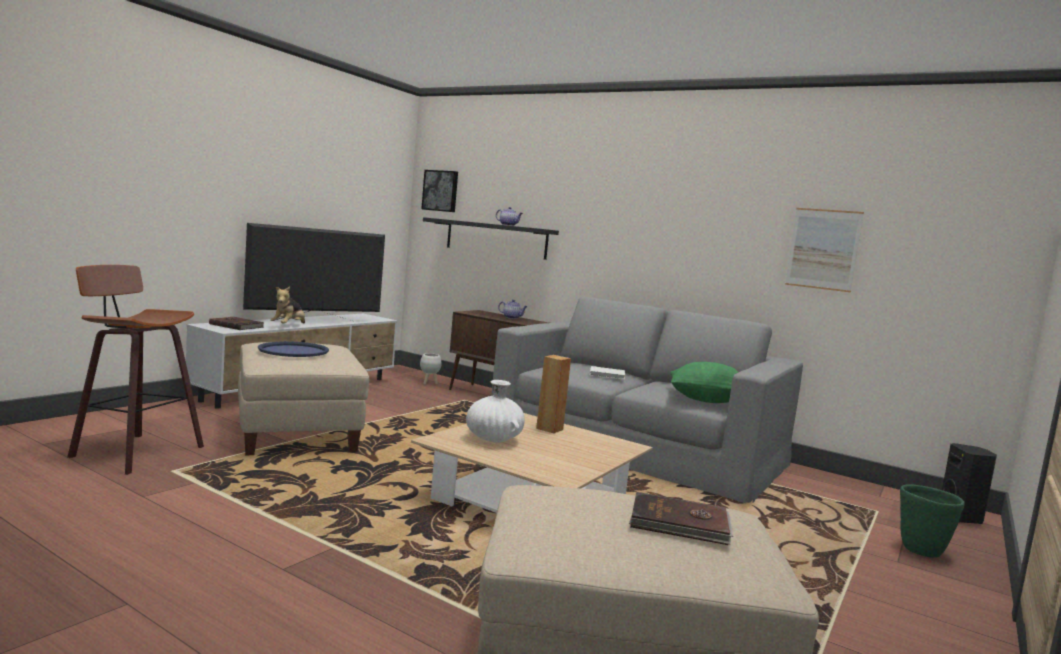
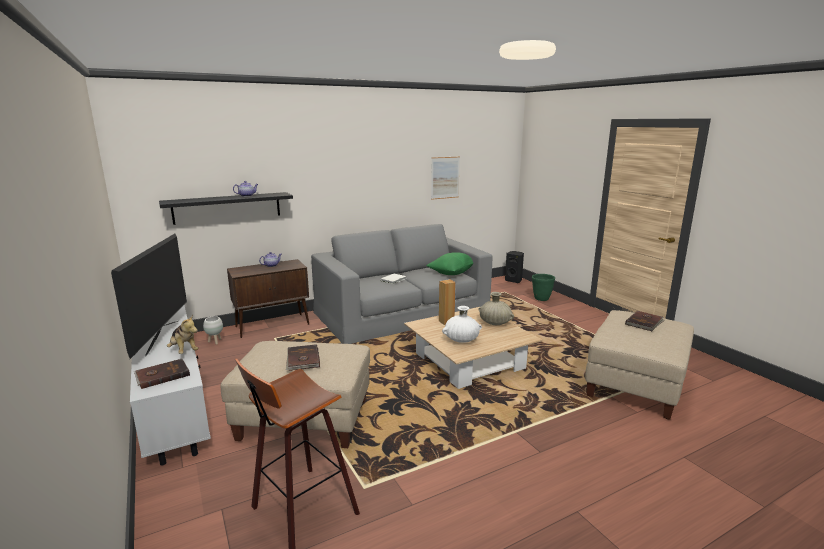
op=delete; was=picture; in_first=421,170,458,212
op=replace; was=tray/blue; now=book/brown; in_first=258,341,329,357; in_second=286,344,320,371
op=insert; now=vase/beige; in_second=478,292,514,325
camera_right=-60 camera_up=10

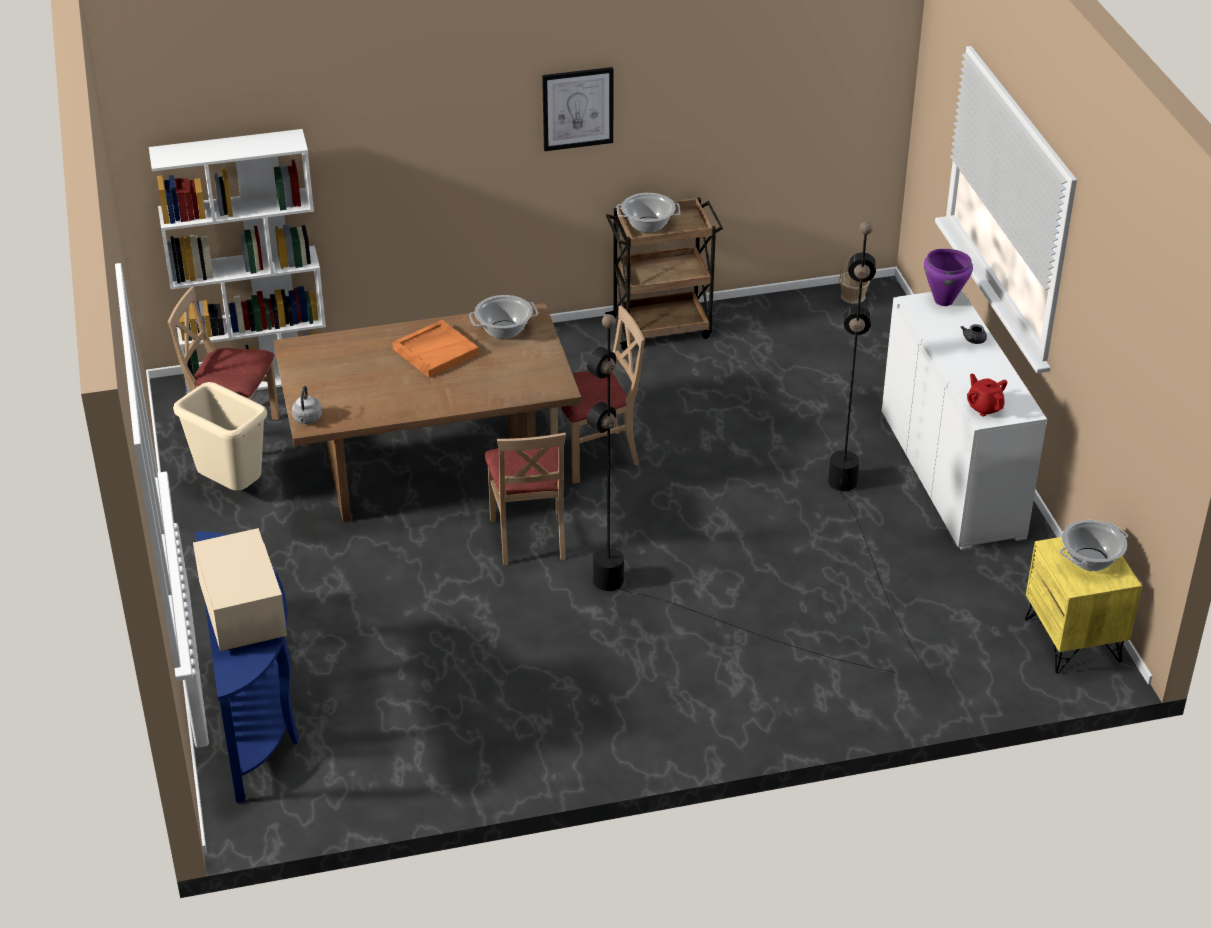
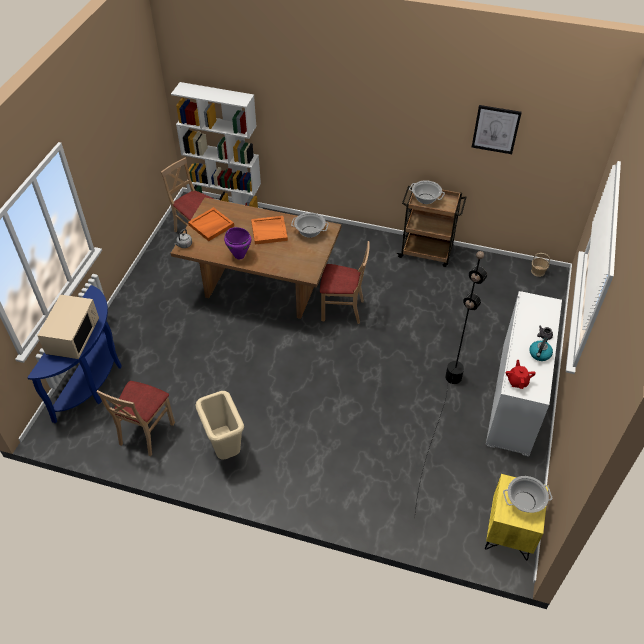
op=move; was=picture; in_first=542,67,614,151; in_second=472,105,522,154
op=move; was=cooking pot/purple; in_first=924,249,973,306; in_second=224,227,251,259
op=delete; was=floor lamp/black; in_first=587,314,896,673
op=move; was=trash can/beige; in_first=173,382,267,491; in_second=196,391,244,460
op=move; was=chair/beige; in_first=485,433,566,565; in_second=96,381,175,456
op=insert; now=tray/orange; in_second=188,207,234,241
op=insert; now=kettle; in_second=529,337,553,361
camera_right=30 camera_up=10

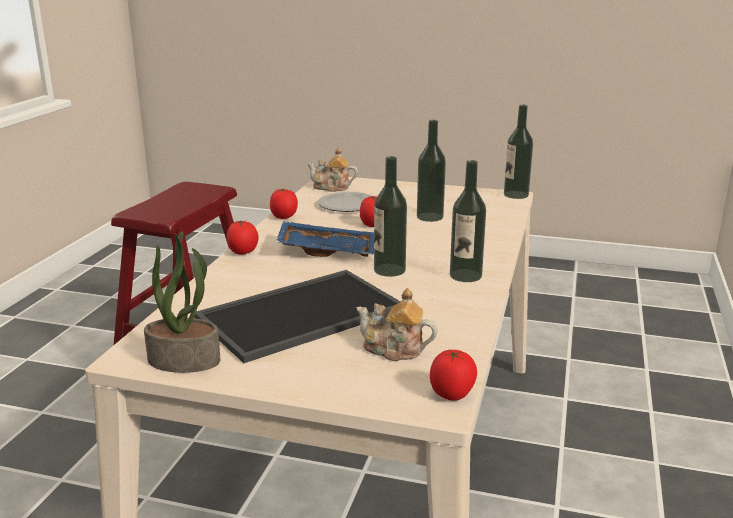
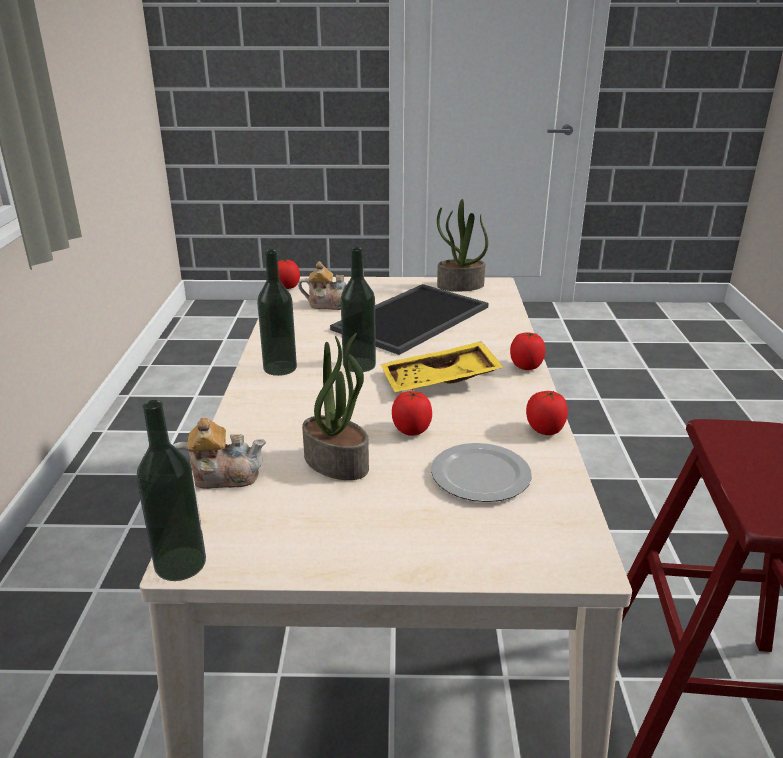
op=replace; was=bottle; now=potted plant; in_first=417,120,446,222; in_second=302,333,369,480
op=move; was=teapot; in_first=307,148,358,192; in_second=173,418,266,489
op=recolor; was=tray/blue; now=tray/yellow; in_first=276,221,374,257; in_second=380,341,504,392
camera_right=165 camera_up=5

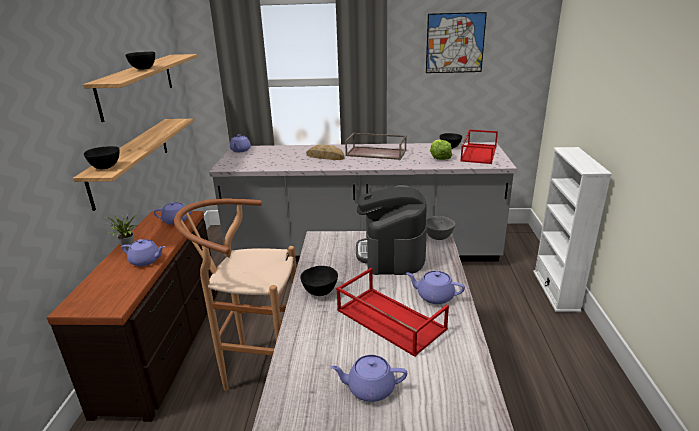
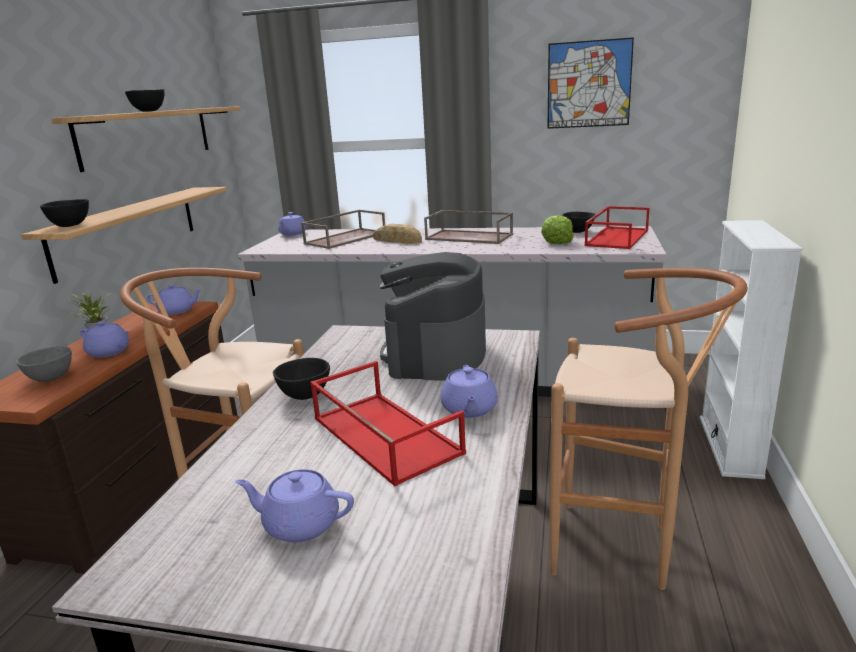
op=move; was=bowl/grey; in_first=426,216,455,240; in_second=16,346,72,382
op=rotate; was=teapot/purple; in_first=406,271,465,304; in_second=440,365,498,418; clockwise=-120
op=insert; now=tray/brown; in_second=301,210,385,249
op=insert; now=stool/brown; in_second=550,268,748,590
camera_right=10 camera_up=-5

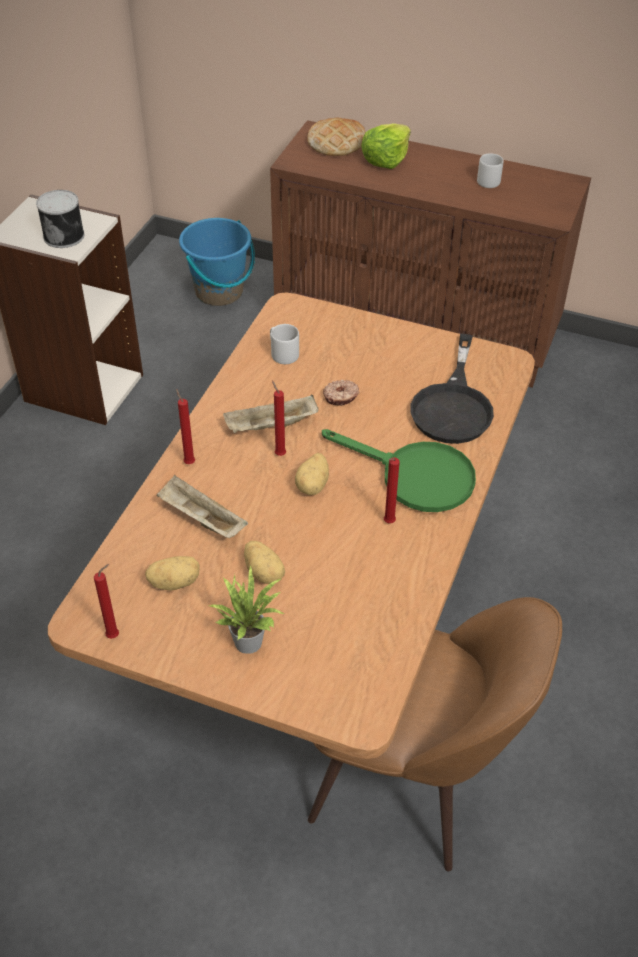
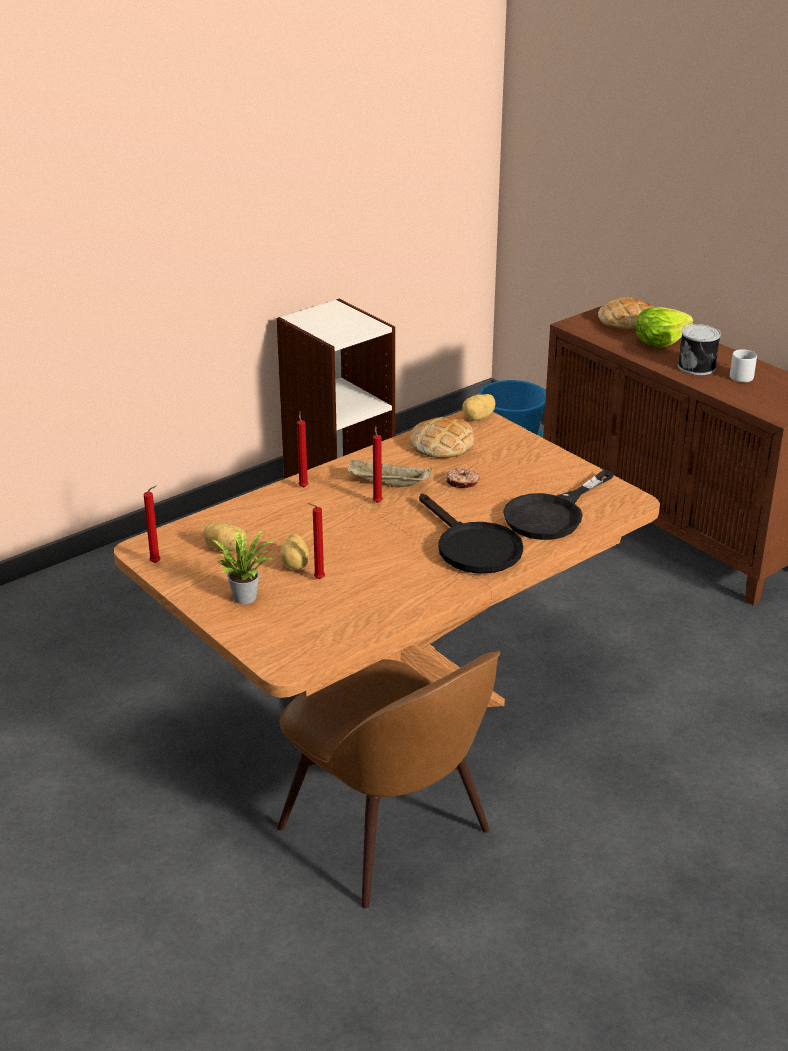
op=move; was=can; in_first=36,190,84,248; in_second=678,324,721,375
op=replace; was=mug/grey; now=bread; in_first=270,324,299,364; in_second=409,417,475,458
op=recolor; was=frying pan/green; now=frying pan/black; in_first=322,429,476,512; in_second=419,494,523,574
op=move; was=potato; in_first=295,453,329,495; in_second=462,394,495,421
op=move; was=candle/red; in_first=384,457,400,523; in_second=308,503,325,579
op=delete; was=tray/beige; in_first=156,475,248,538
camera_right=30 camera_up=-15

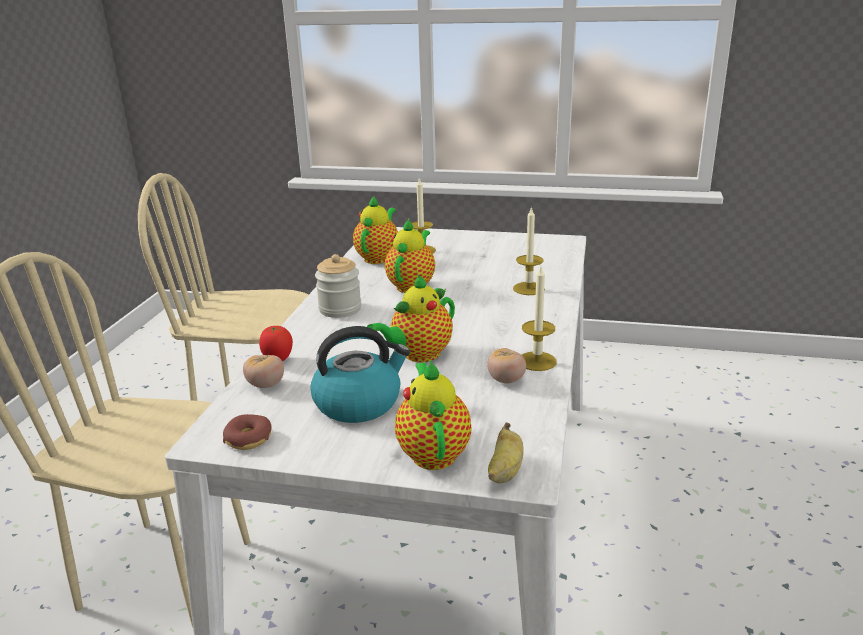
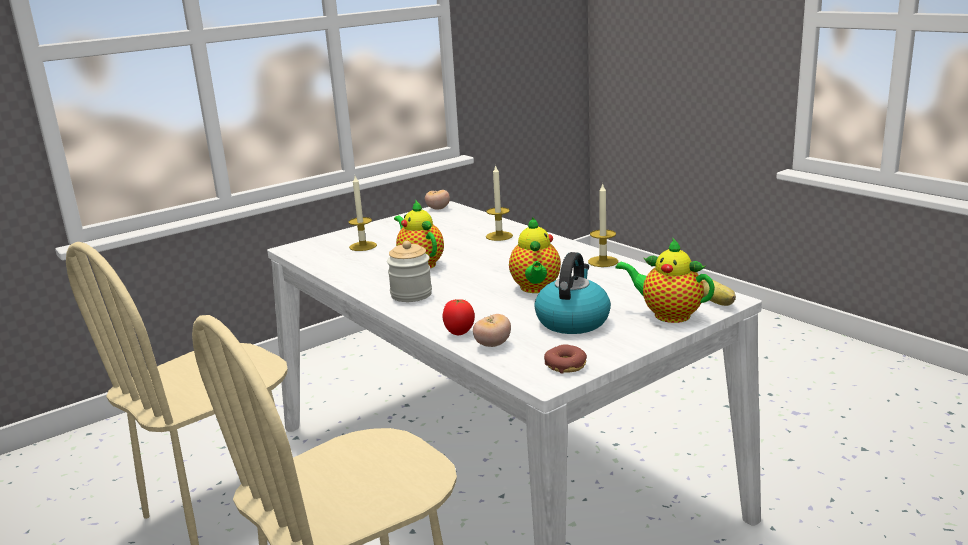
op=delete; was=teapot; in_first=353,196,398,264
op=move; was=tomato; in_first=487,348,526,383; in_second=425,190,450,210
camera_right=-50 camera_up=-5

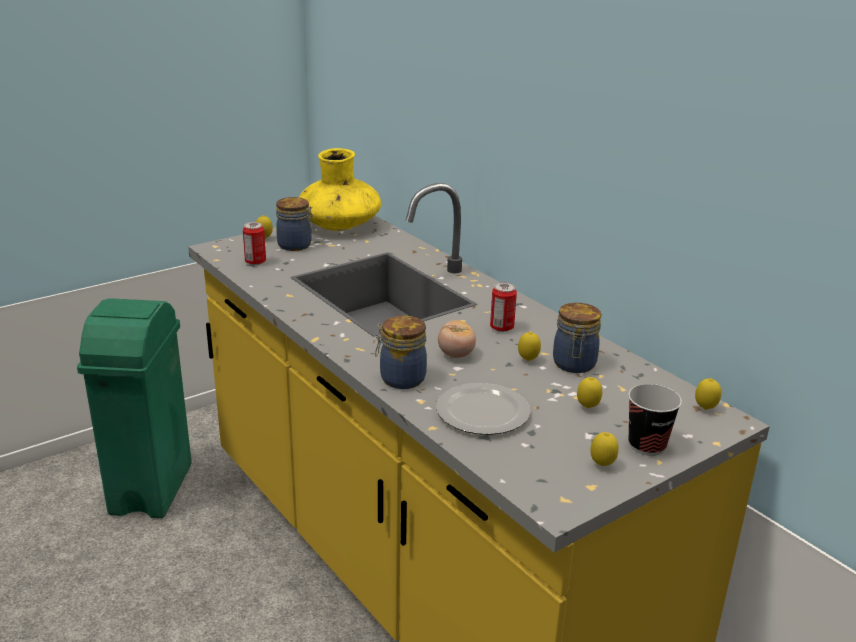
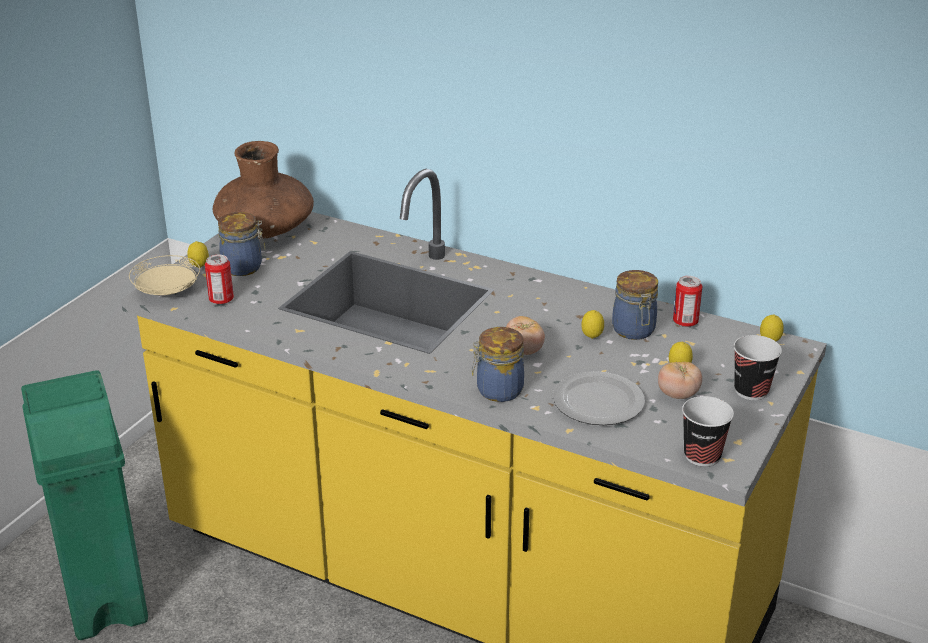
op=recolor; was=vase/yellow; now=vase/brown; in_first=299,148,381,231; in_second=212,141,314,239
op=move; was=can; in_first=490,283,517,332; in_second=673,276,702,327
op=delete; was=lemon; in_first=591,432,619,466
op=insert; now=plate/beige; in_second=129,255,200,296
op=insert; now=tomato; in_second=658,361,702,399
op=insert; now=cup; in_second=682,396,734,467
camera_right=-25 camera_up=5

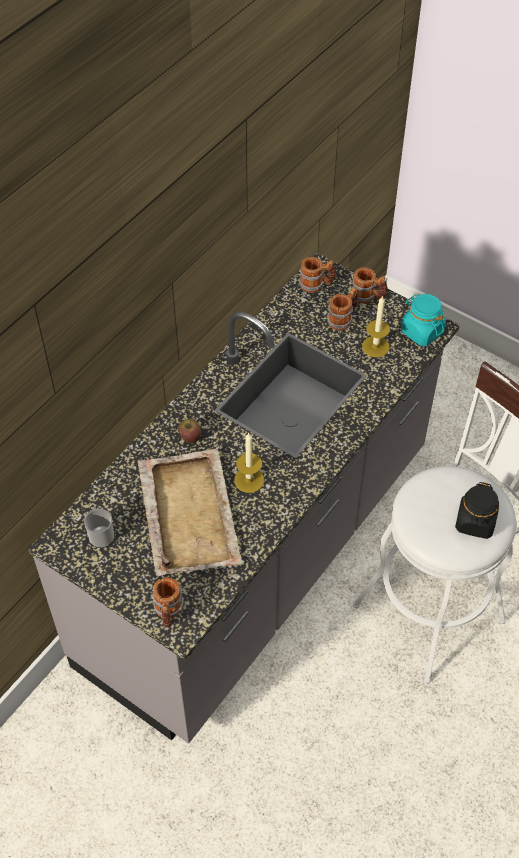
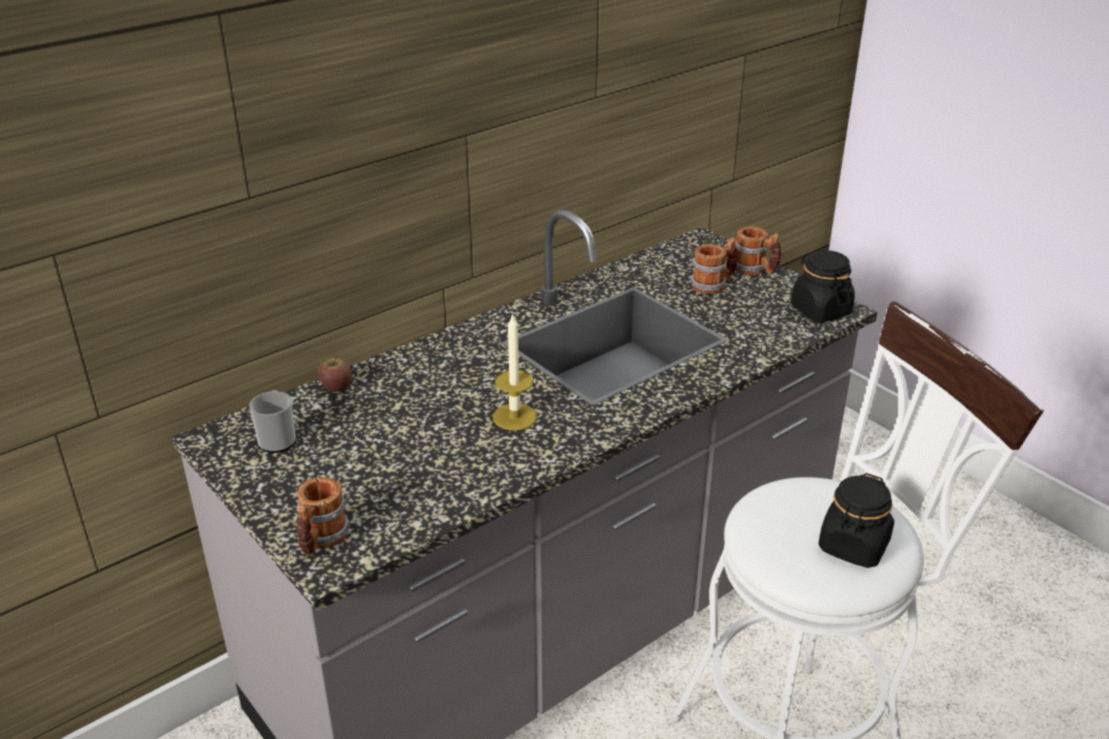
op=delete; was=mug; in_first=298,257,336,293
op=recolor; was=jar/turquoise; now=jar/black; in_first=401,294,445,346; in_second=791,250,855,322
op=delete; was=candle; in_first=362,295,390,357
op=move; was=apple; in_first=179,419,201,443; in_second=318,355,351,392
op=delete; was=tray/beige; in_first=137,449,244,576
camera_right=15 camera_up=-20

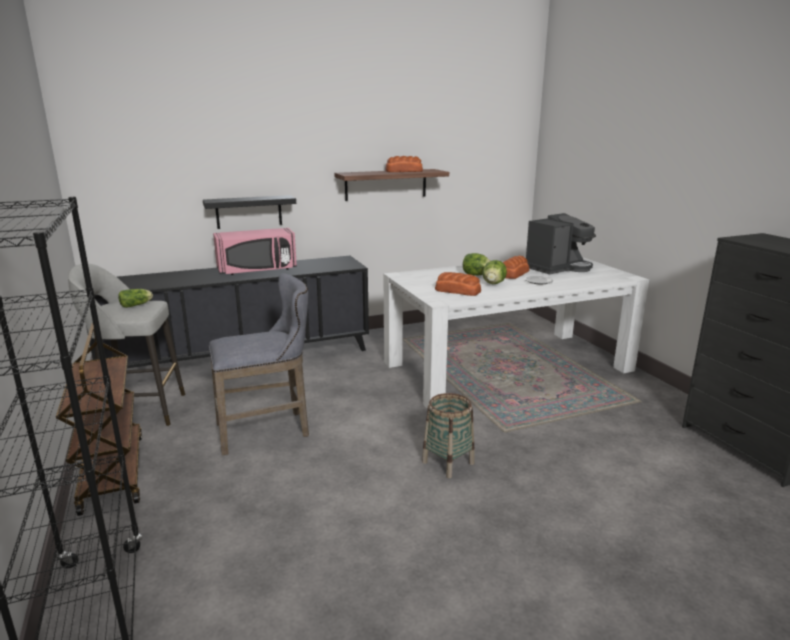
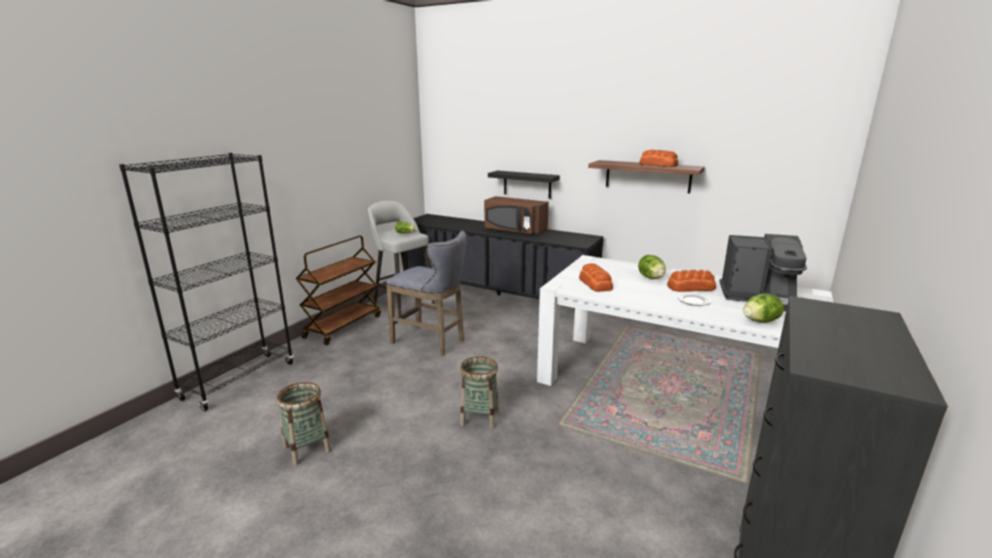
op=recolor; was=microwave/pink; now=microwave/brown; in_first=213,228,297,275; in_second=484,196,549,235
op=move; was=lettuce; in_first=482,260,507,284; in_second=743,293,784,323
op=insert; now=basket; in_second=277,382,331,466
camera_right=50 camera_up=0

